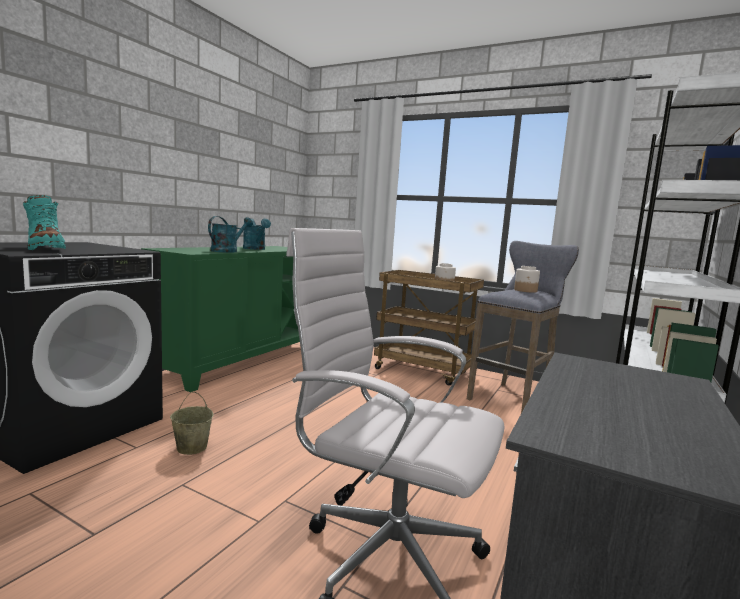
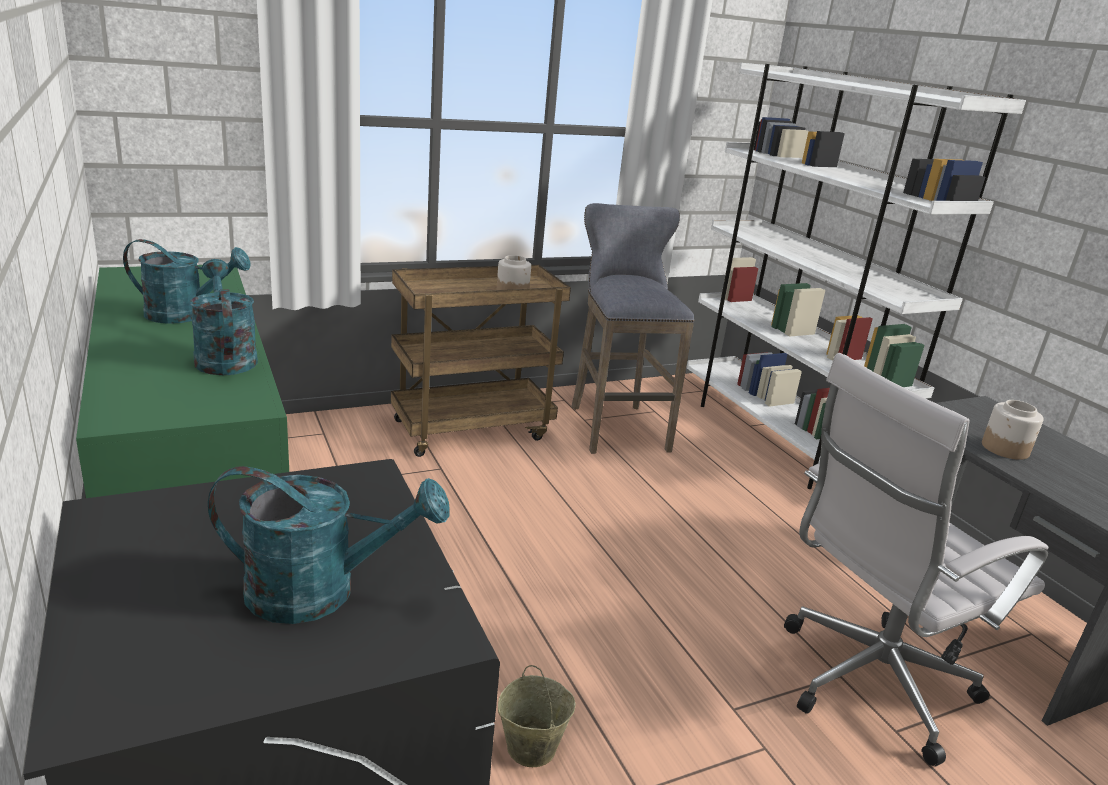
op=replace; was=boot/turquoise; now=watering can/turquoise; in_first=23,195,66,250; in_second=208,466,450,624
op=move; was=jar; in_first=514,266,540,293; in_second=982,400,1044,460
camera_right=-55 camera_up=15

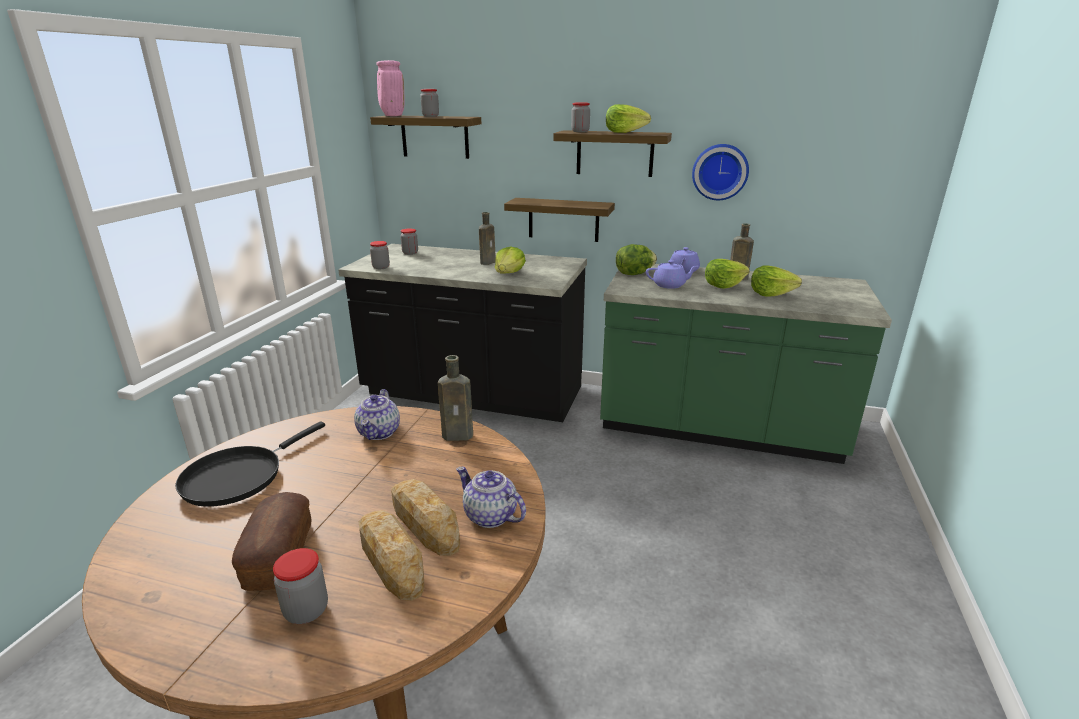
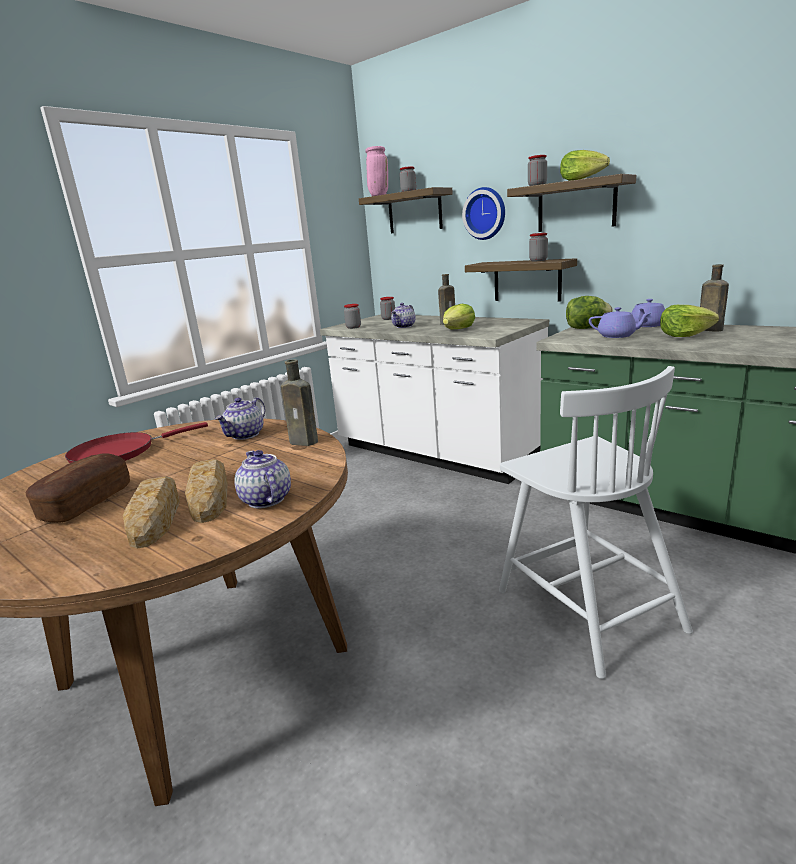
op=move; was=wall clock; in_first=692,144,749,200; in_second=462,187,505,240
op=recolor; was=counter/black; now=counter/white; in_first=338,244,587,422; in_second=320,314,549,484
op=delete; was=lettuce; in_first=751,265,802,297
op=recolor; was=frying pan/black; now=frying pan/red; in_first=175,421,325,507; in_second=65,422,208,463
op=move; was=jar; in_first=273,548,328,624; in_second=529,233,548,261
op=insert; now=teapot; in_second=391,303,416,328
op=insert; now=chair/white; in_second=499,366,693,679
camera_right=25 camera_up=-5

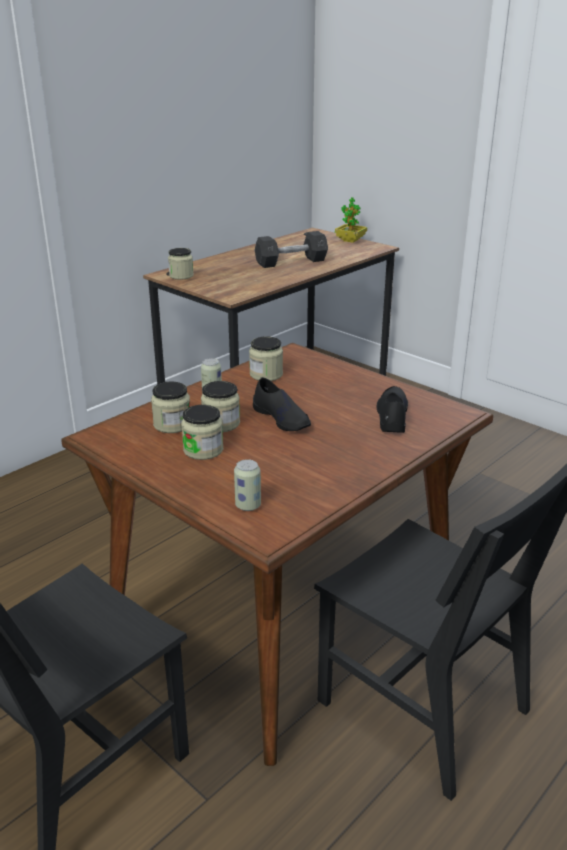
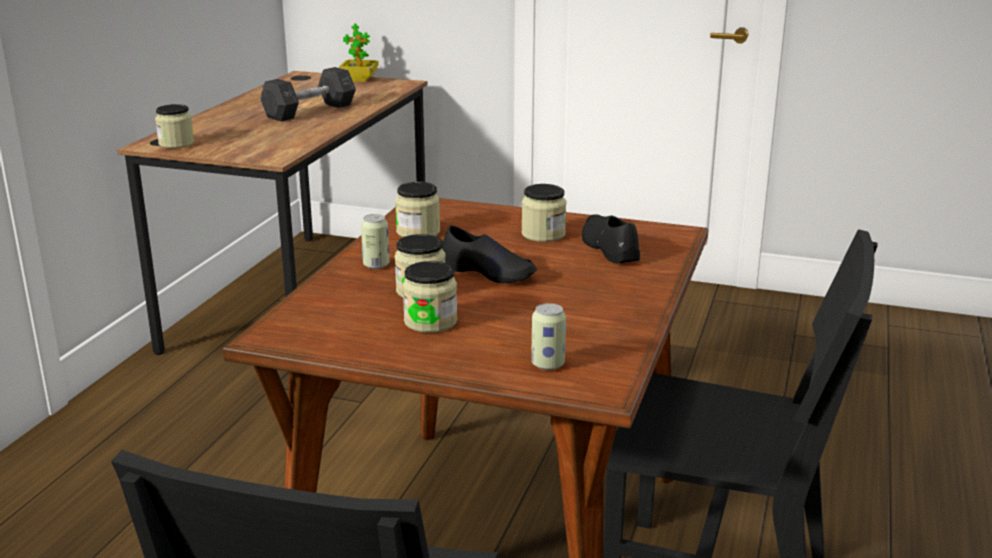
op=move; was=jar; in_first=151,381,190,433; in_second=521,184,566,242
camera_right=-25 camera_up=-5

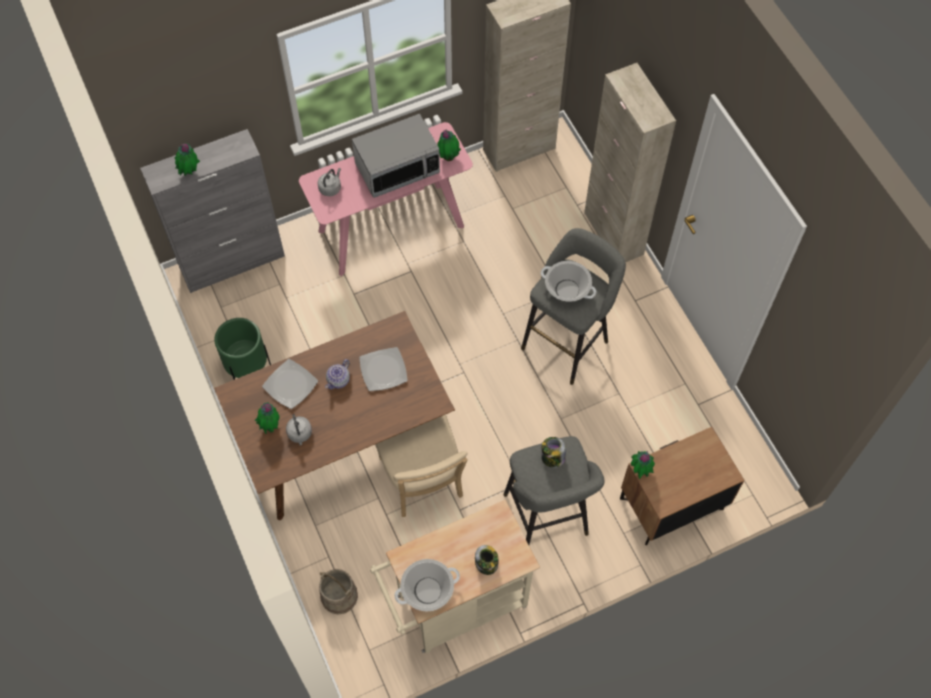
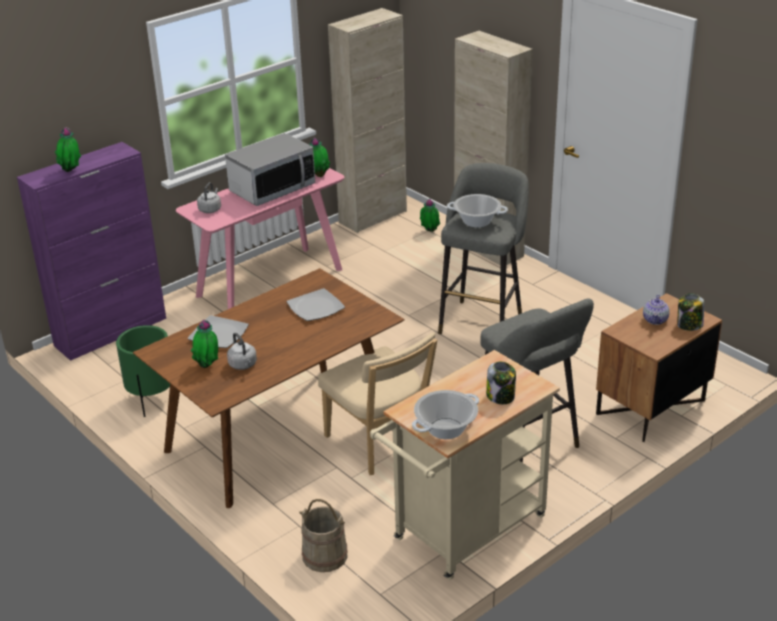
op=recolor; was=cabinet/grey; now=cabinet/purple; in_first=140,129,285,293; in_second=17,142,166,361
op=move; was=teapot; in_first=325,359,350,389; in_second=643,295,670,325
op=move; was=jar; in_first=541,437,566,468; in_second=677,293,704,331
op=move; was=potted plant; in_first=631,451,655,479; in_second=420,199,440,232
camera_right=-15 camera_up=-30

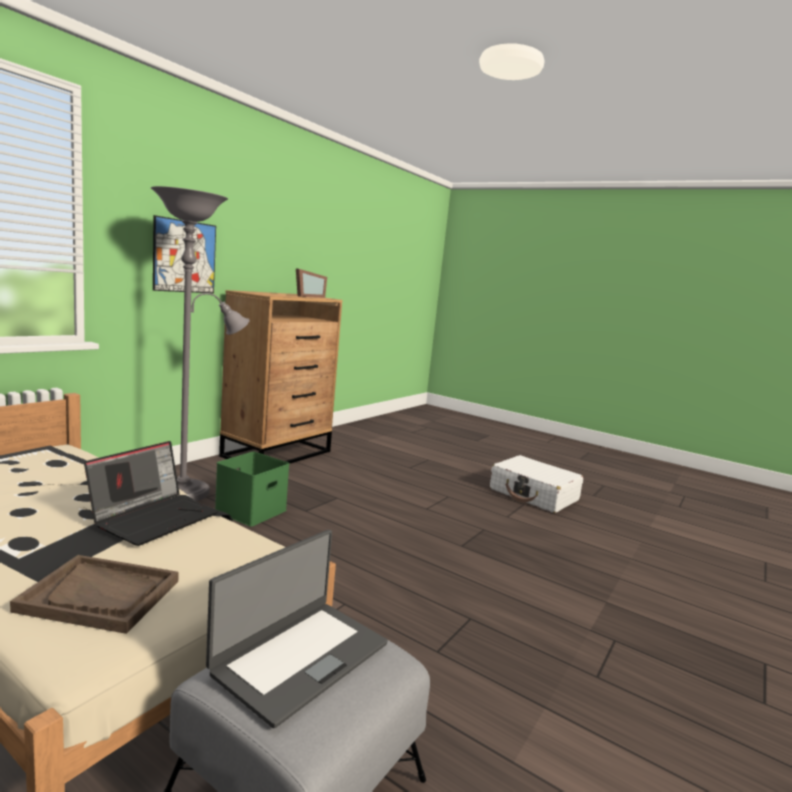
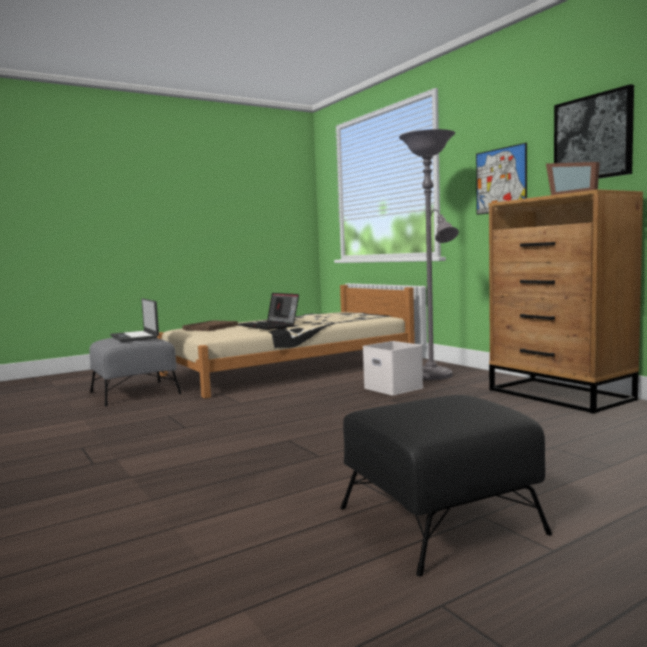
op=recolor; was=storage box/green; now=storage box/white; in_first=215,452,289,527; in_second=363,341,423,395
op=replace; was=suitcase/white; now=ottoman/black; in_first=490,455,583,513; in_second=340,395,552,577
op=insert; now=picture; in_second=554,84,634,178
camera_right=115 camera_up=-5

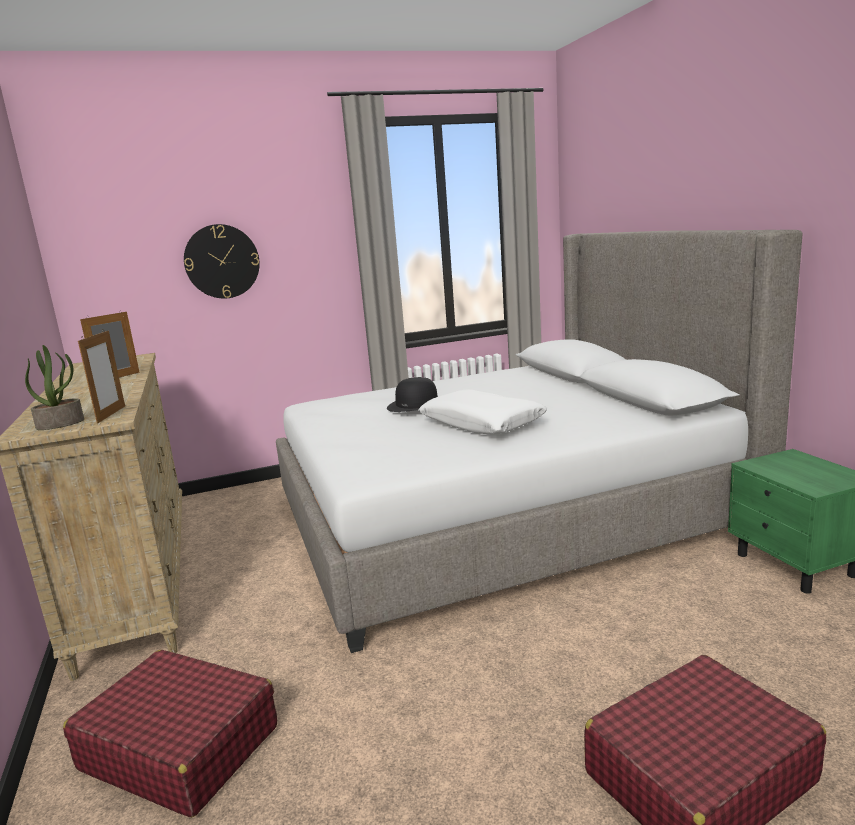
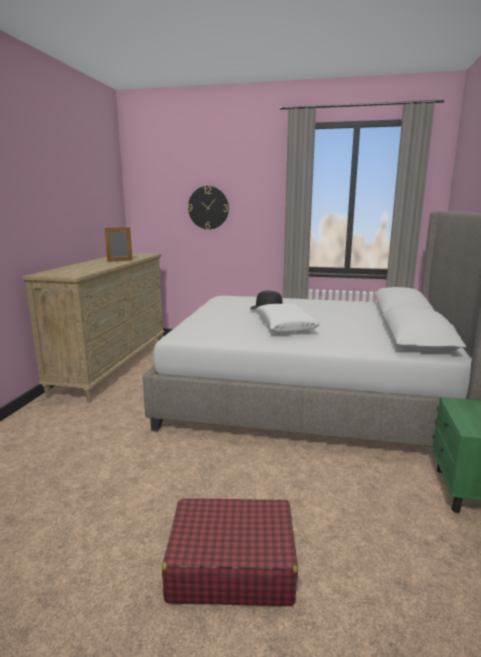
op=delete; was=picture frame; in_first=78,329,125,423
op=delete; was=potted plant; in_first=25,345,84,430
op=delete; was=suitcase/red; in_first=63,650,277,818
camera_right=30 camera_up=0

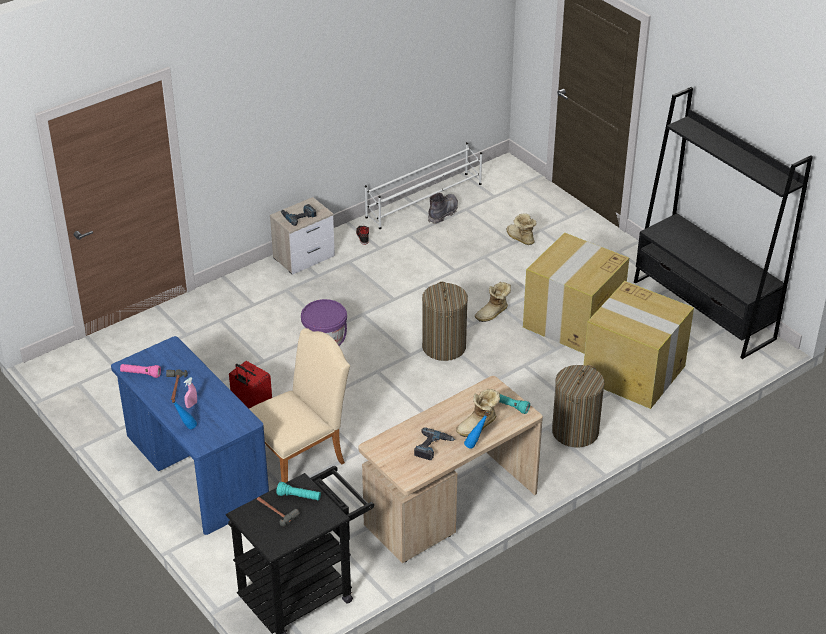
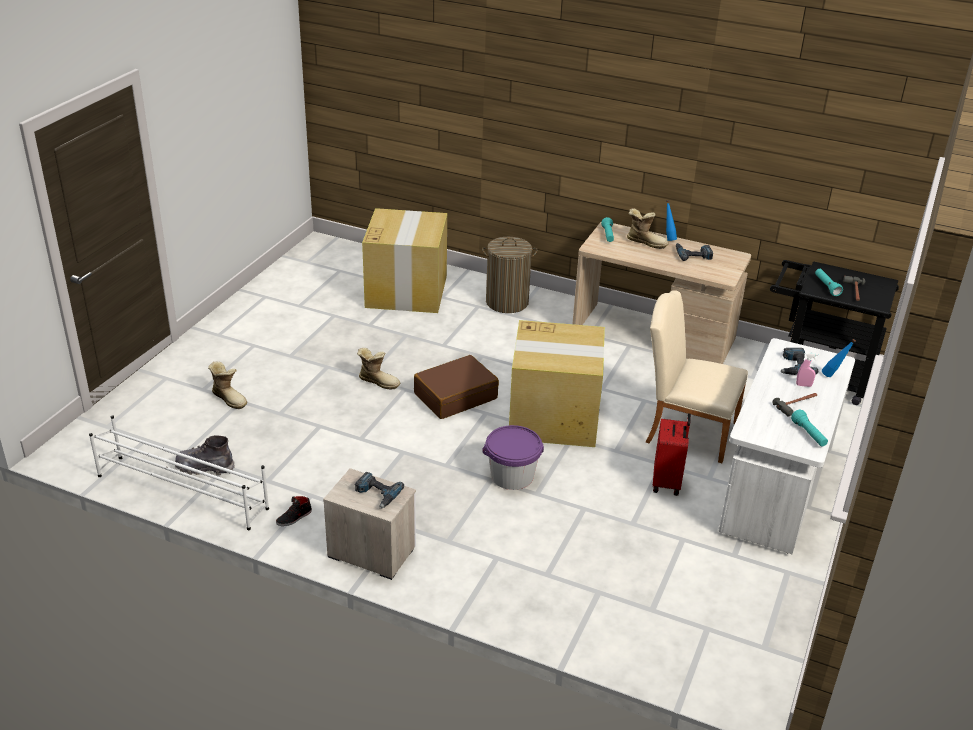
op=delete; was=bookcase/black; in_first=634,87,813,359
op=rotate; was=boot; in_first=507,214,536,245; in_second=208,361,247,409; clockwise=-75
op=move; was=cardboard box; in_first=523,233,629,354; in_second=509,320,605,447
op=replace; was=laundry basket; now=suitcase/brown; in_first=422,282,468,361; in_second=414,355,499,419
op=recolor; was=desk/blue; now=desk/white; in_first=111,336,269,535; in_second=719,338,855,554
op=recolor; was=flashlight/pink; now=flashlight/turquoise; in_first=120,364,161,378; in_second=791,410,828,446
op=insert; now=power drill; in_second=780,348,818,375
camera_right=-120 camera_up=-5

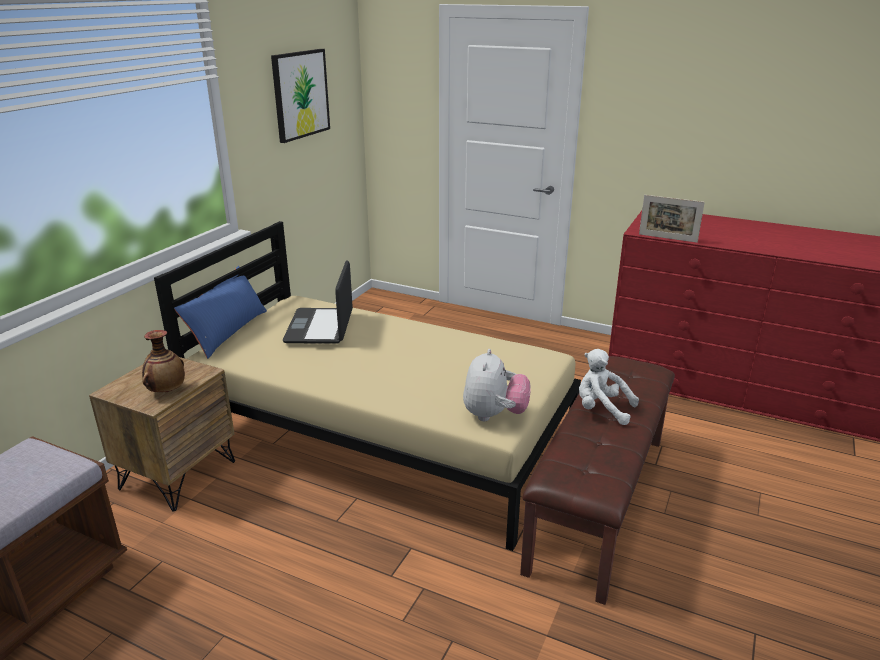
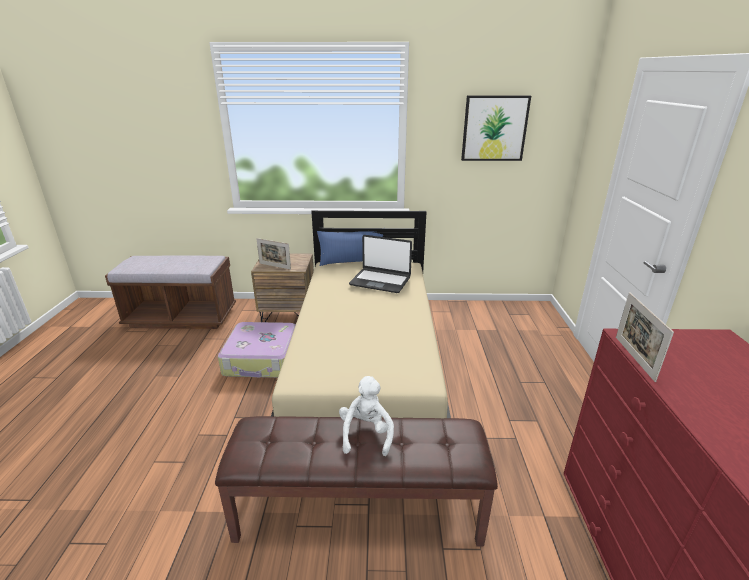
op=rotate; was=laptop; in_first=283,260,353,344; in_second=349,235,412,293; clockwise=-135
op=replace; was=vase; now=picture frame; in_first=142,330,185,392; in_second=256,238,291,270
op=delete; was=plush toy; in_first=463,349,531,421
op=insert; now=suitcase; in_second=218,322,296,378
camera_right=65 camera_up=0

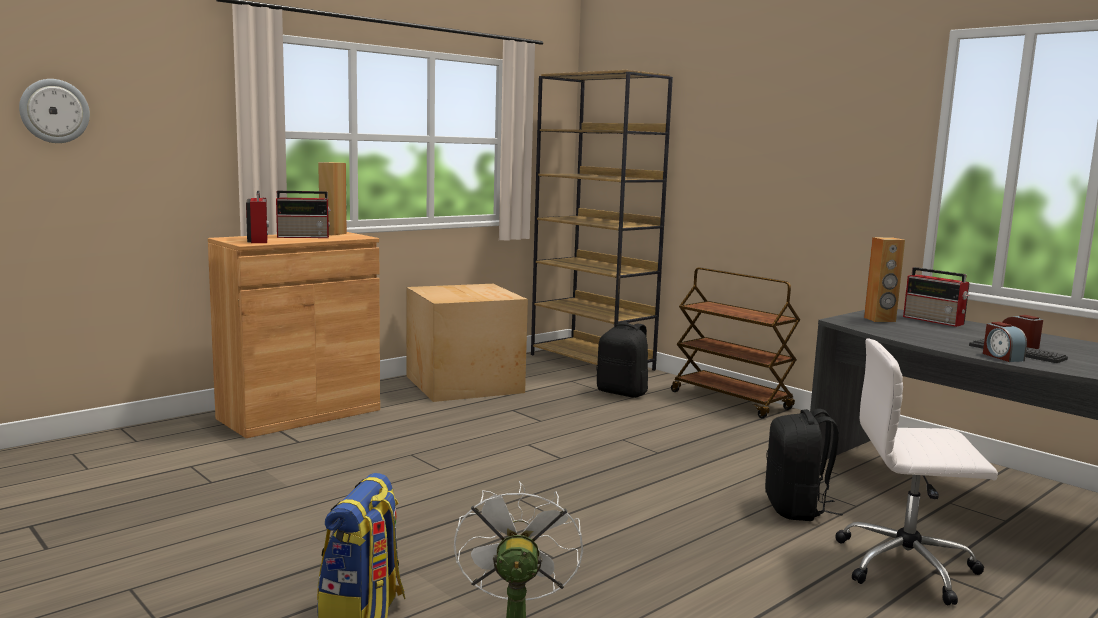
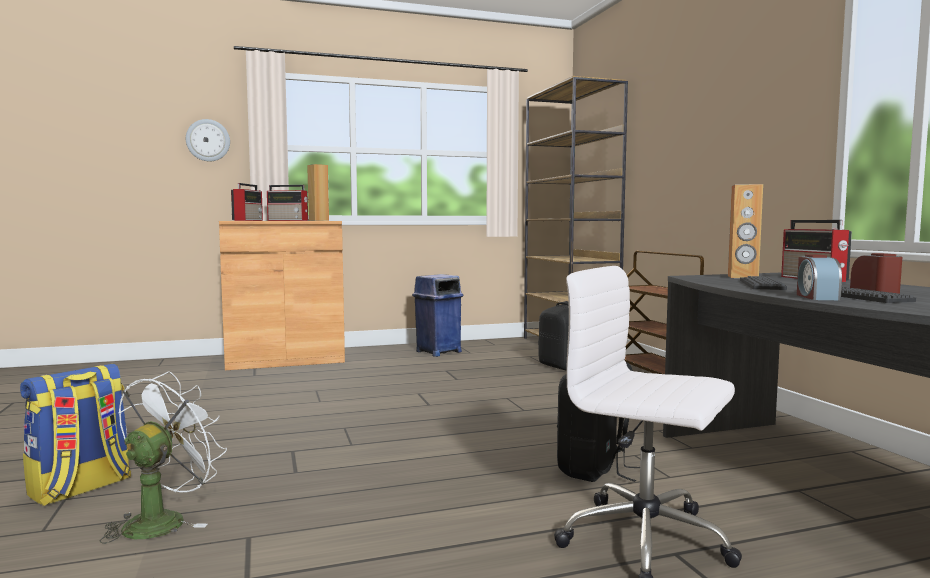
op=move; was=wall clock; in_first=19,79,90,143; in_second=186,119,230,162
op=replace; was=cardboard box; now=trash can/blue; in_first=407,284,528,402; in_second=412,274,463,357
op=insert; now=keyboard; in_second=740,276,787,290
camera_right=25 camera_up=-5

